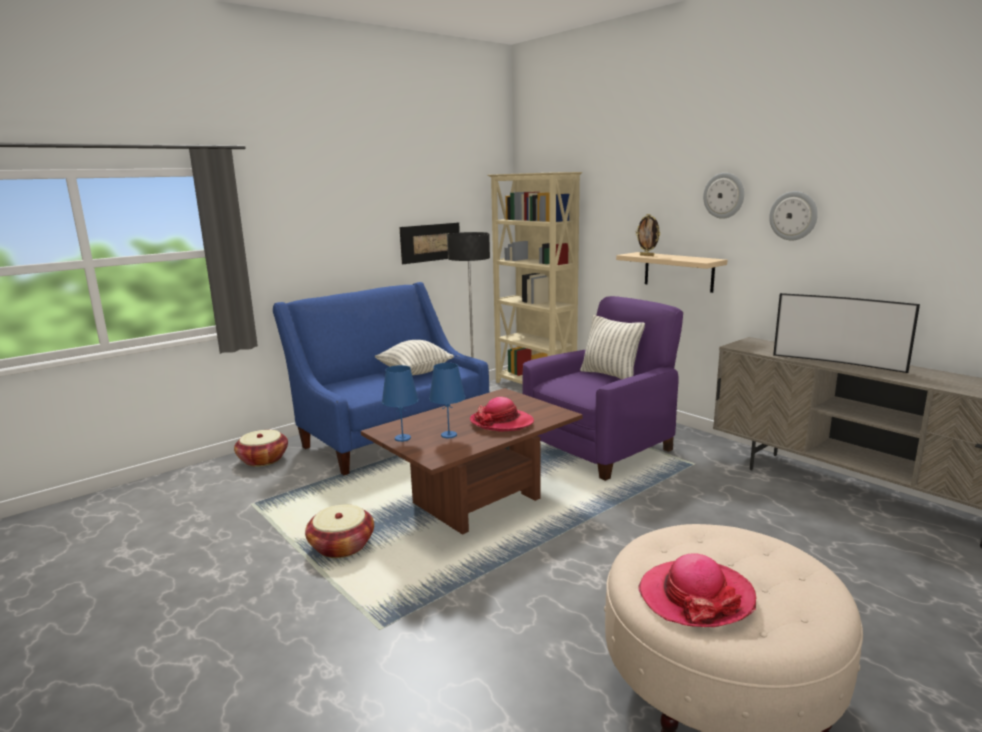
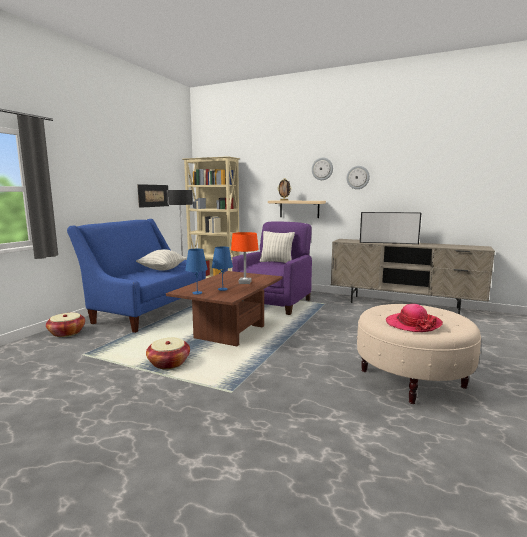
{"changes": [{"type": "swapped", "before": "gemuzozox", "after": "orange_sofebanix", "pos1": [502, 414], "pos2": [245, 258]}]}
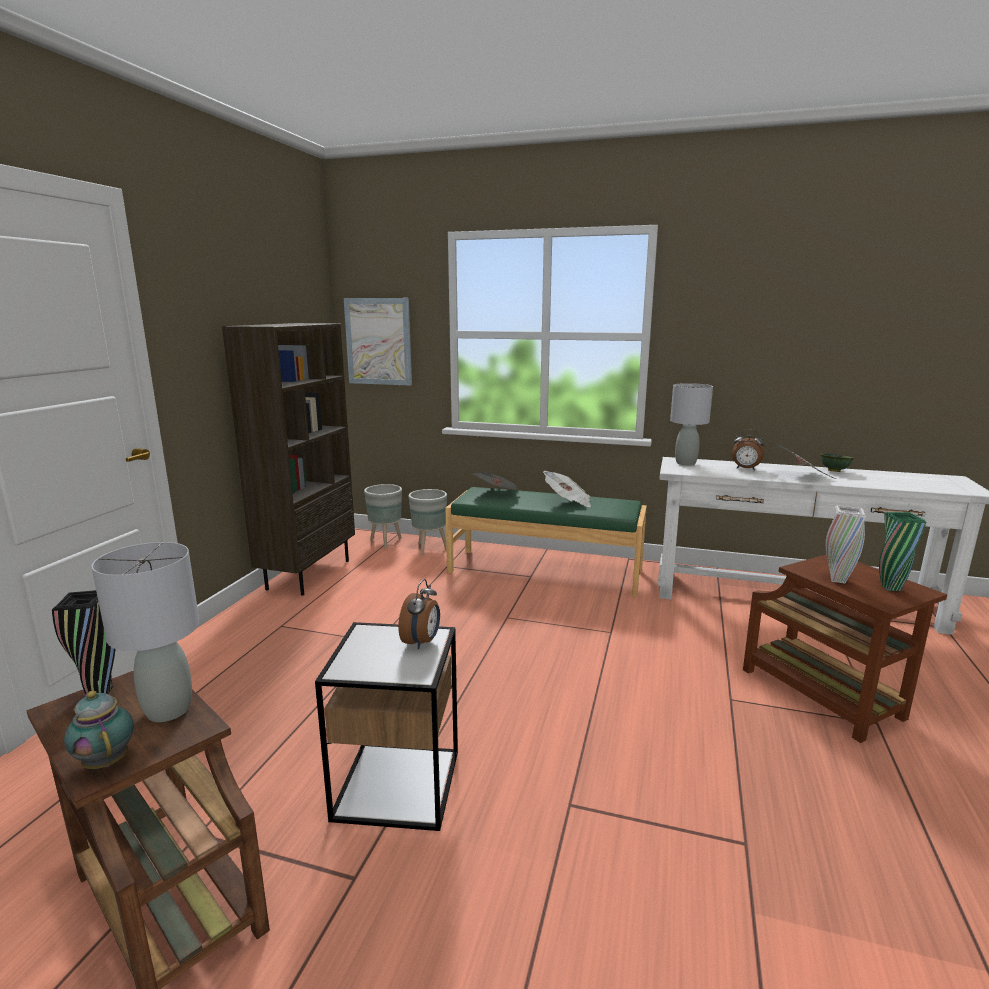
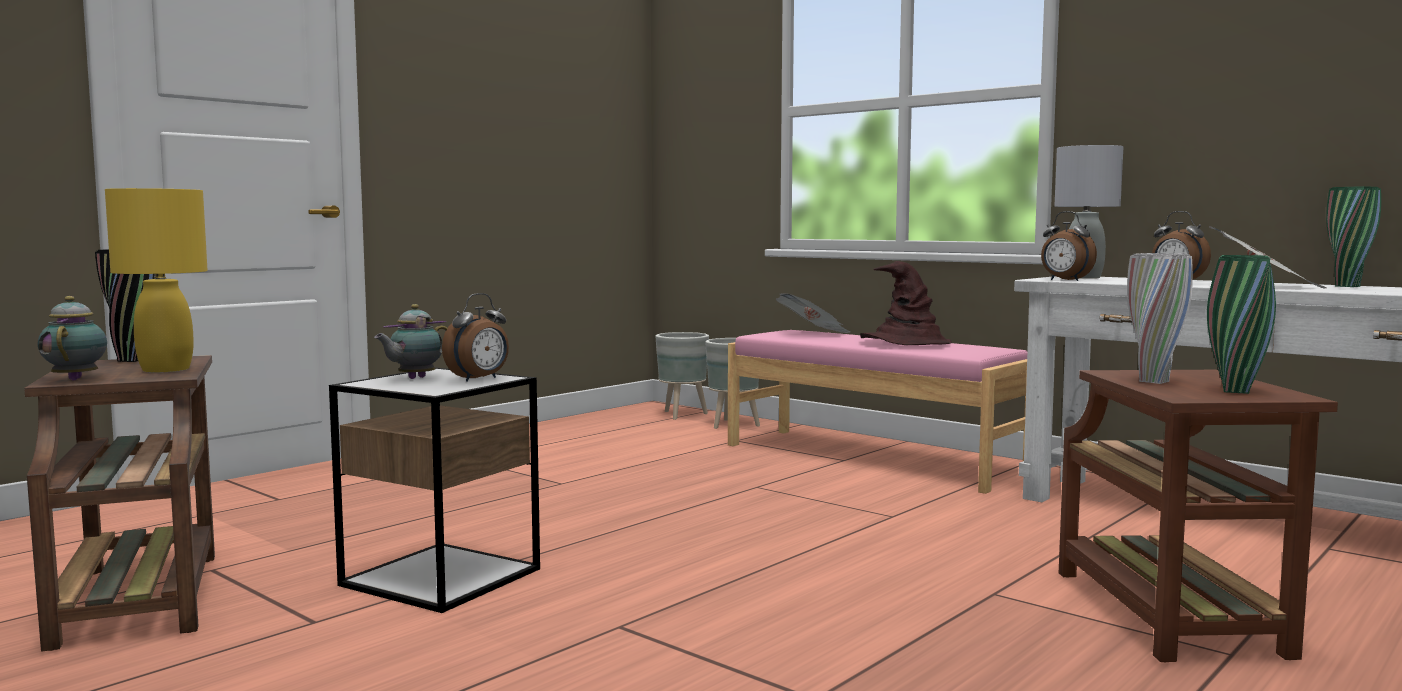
{"changes": [{"type": "gone", "before": "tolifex", "pos1": [378, 342]}, {"type": "gone", "before": "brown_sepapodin", "pos1": [288, 459]}, {"type": "swapped", "before": "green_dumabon", "after": "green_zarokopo", "pos1": [837, 463], "pos2": [1353, 236]}, {"type": "swapped", "before": "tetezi", "after": "brown_gemuzozox", "pos1": [567, 489], "pos2": [906, 303]}, {"type": "repainted", "before": "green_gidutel", "after": "pink_gidutel", "pos1": [546, 542], "pos2": [877, 412]}, {"type": "repainted", "before": "grey_sofebanix", "after": "yellow_sofebanix", "pos1": [145, 632], "pos2": [156, 280]}, {"type": "new", "after": "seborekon", "pos2": [1069, 246]}, {"type": "new", "after": "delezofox", "pos2": [410, 341]}]}
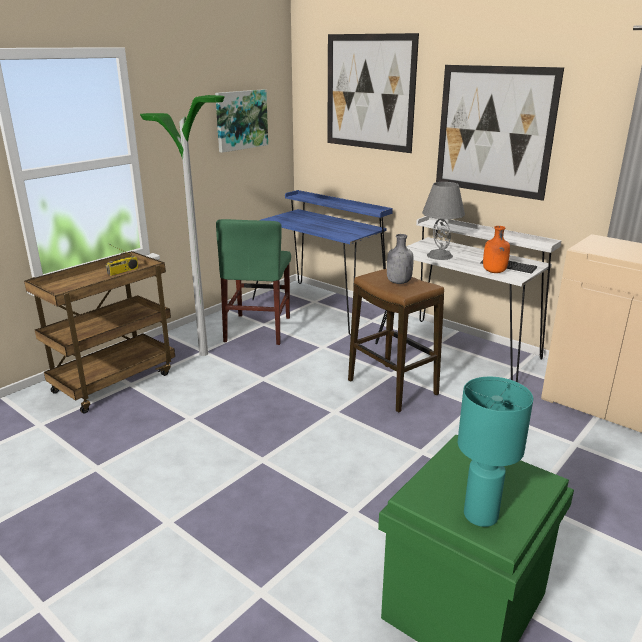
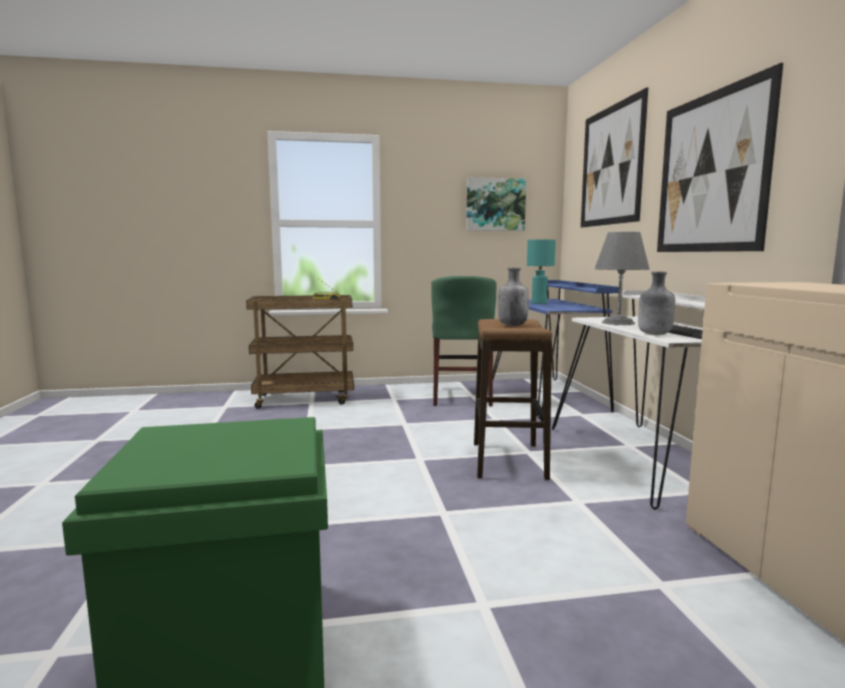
{"changes": [{"type": "gone", "before": "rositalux", "pos1": [182, 225]}, {"type": "rotated", "before": "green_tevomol", "pos1": [253, 282], "pos2": [464, 341], "turn": -45}, {"type": "repainted", "before": "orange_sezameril", "after": "grey_sezameril", "pos1": [496, 249], "pos2": [656, 303]}, {"type": "shifted", "before": "turquoise_sofebanix", "pos1": [495, 452], "pos2": [541, 271]}]}
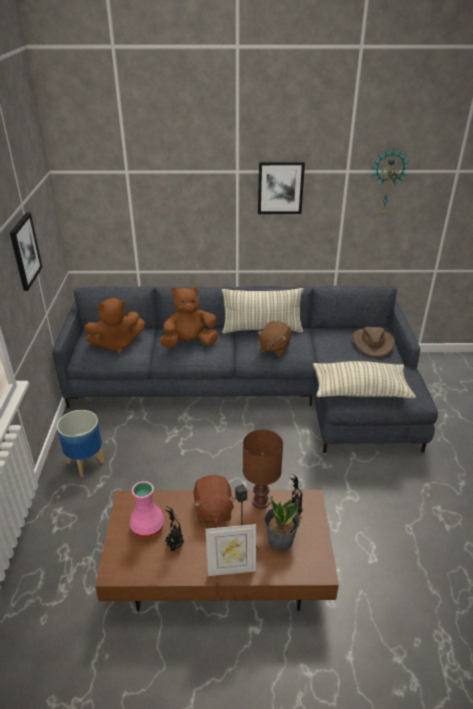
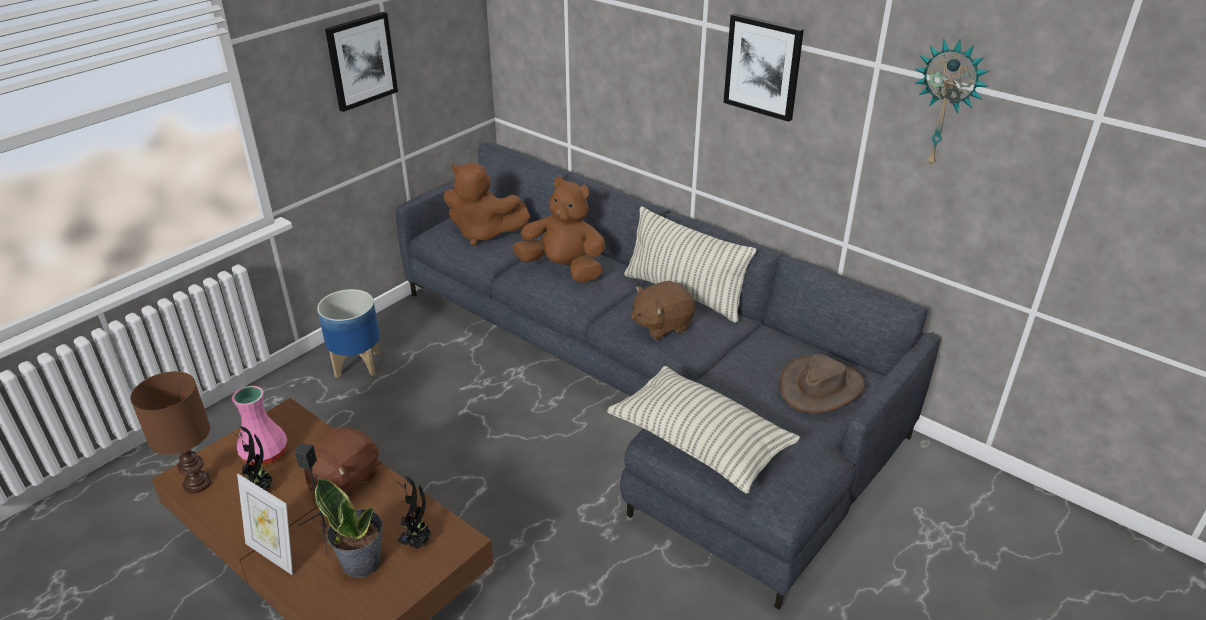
{"changes": [{"type": "shifted", "before": "brown_sofebanix", "pos1": [263, 469], "pos2": [171, 432]}]}
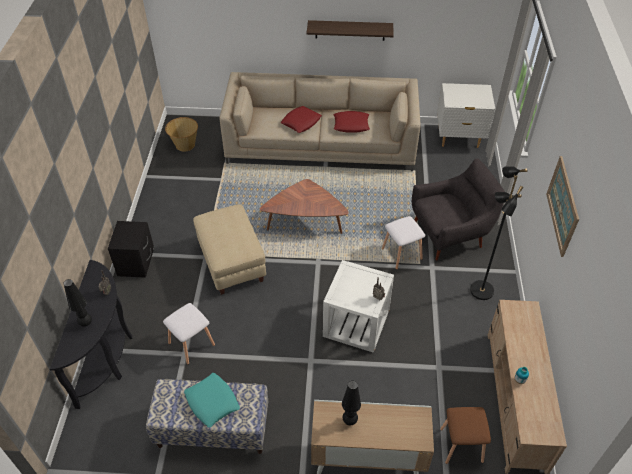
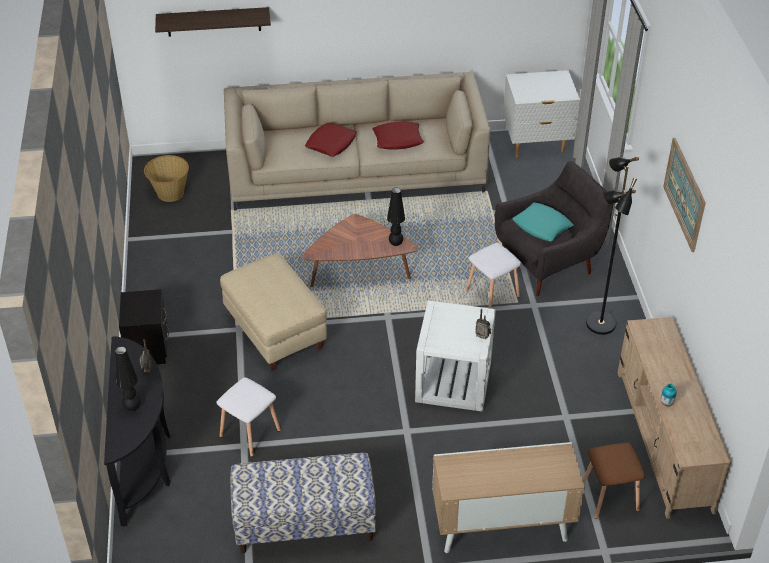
{"changes": [{"type": "shifted", "before": "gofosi", "pos1": [350, 30], "pos2": [213, 22]}, {"type": "shifted", "before": "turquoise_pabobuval", "pos1": [212, 400], "pos2": [543, 222]}, {"type": "shifted", "before": "black_sofebanix", "pos1": [351, 403], "pos2": [396, 217]}]}
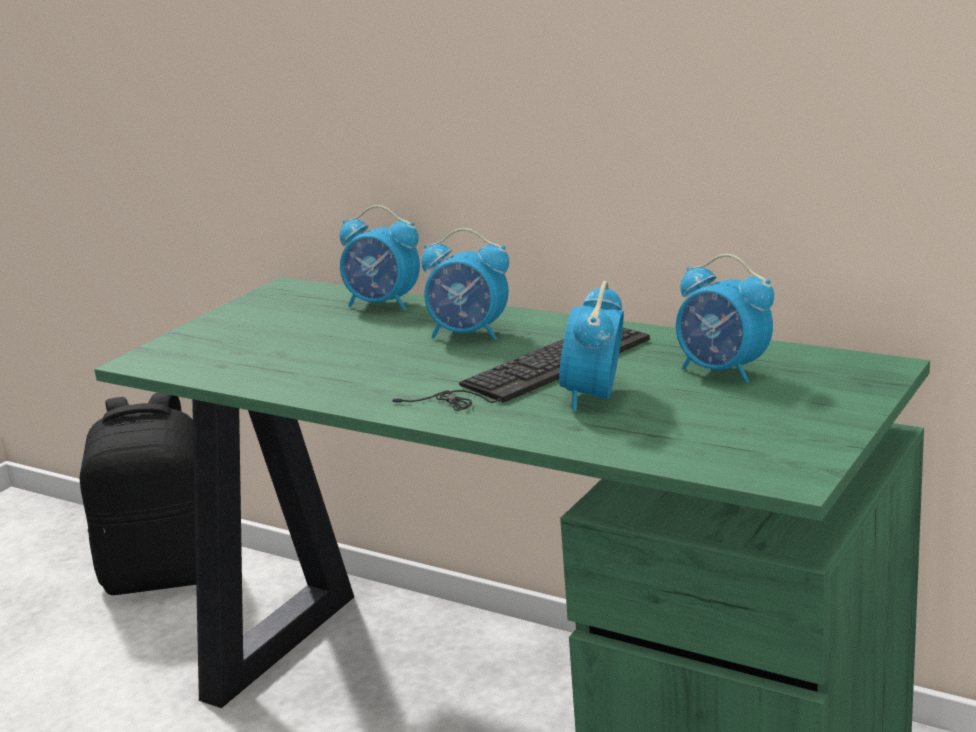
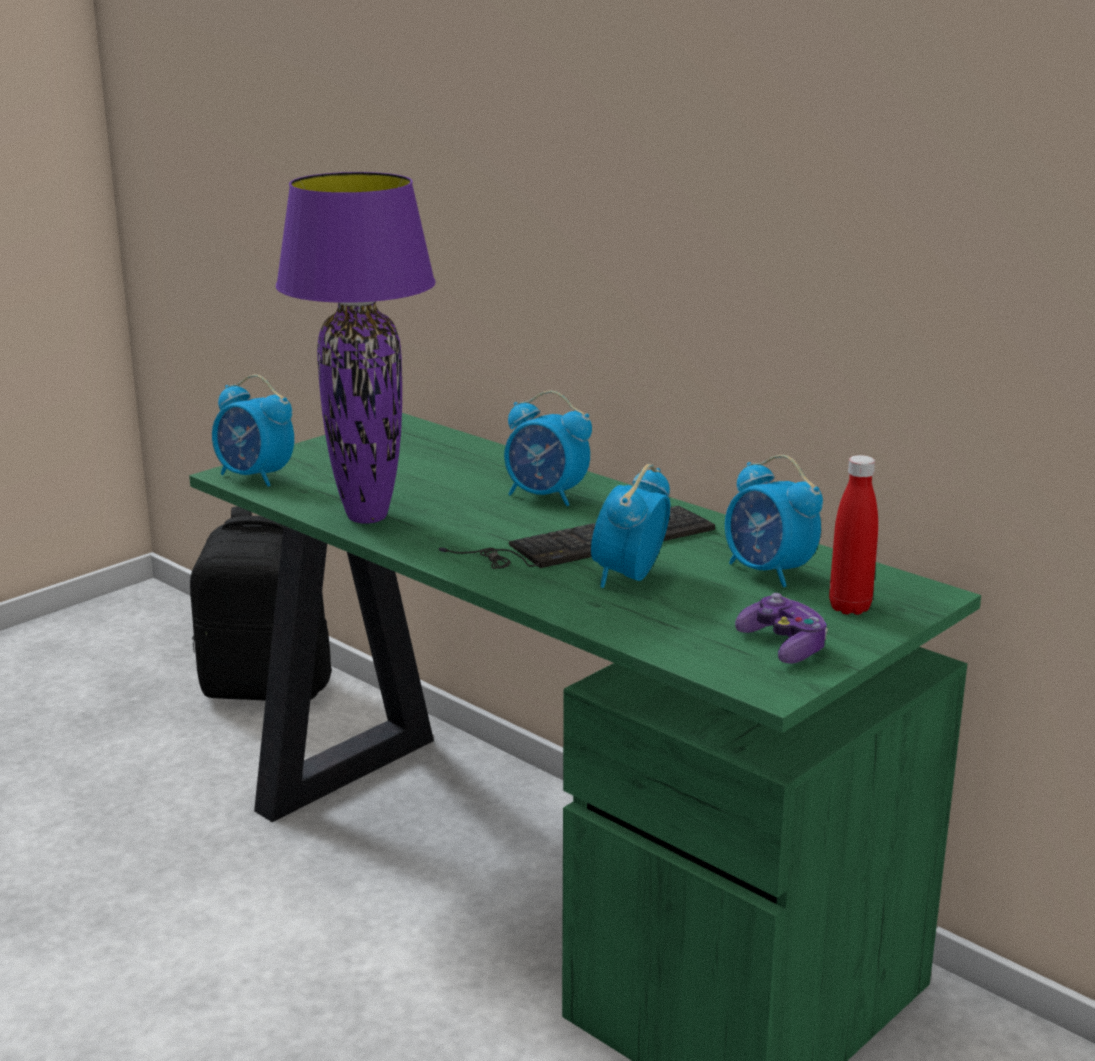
{"changes": [{"type": "shifted", "before": "seborekon", "pos1": [379, 257], "pos2": [253, 431]}, {"type": "new", "after": "purple_sofebanix", "pos2": [356, 347]}, {"type": "new", "after": "red_sezameril", "pos2": [853, 535]}, {"type": "new", "after": "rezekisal", "pos2": [781, 628]}]}
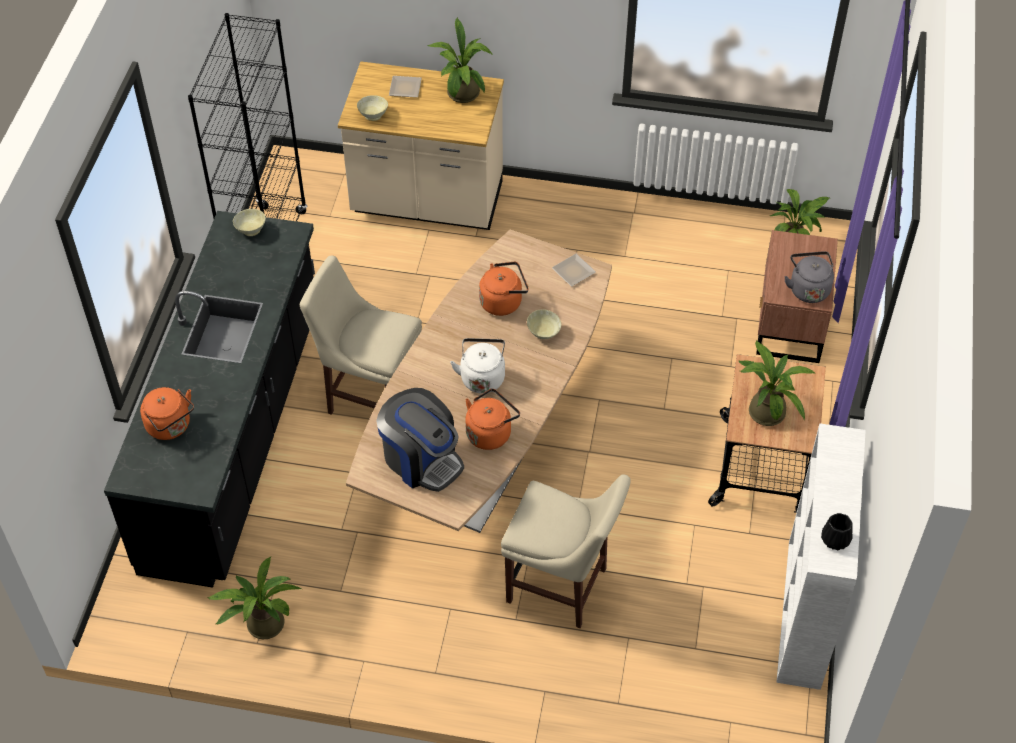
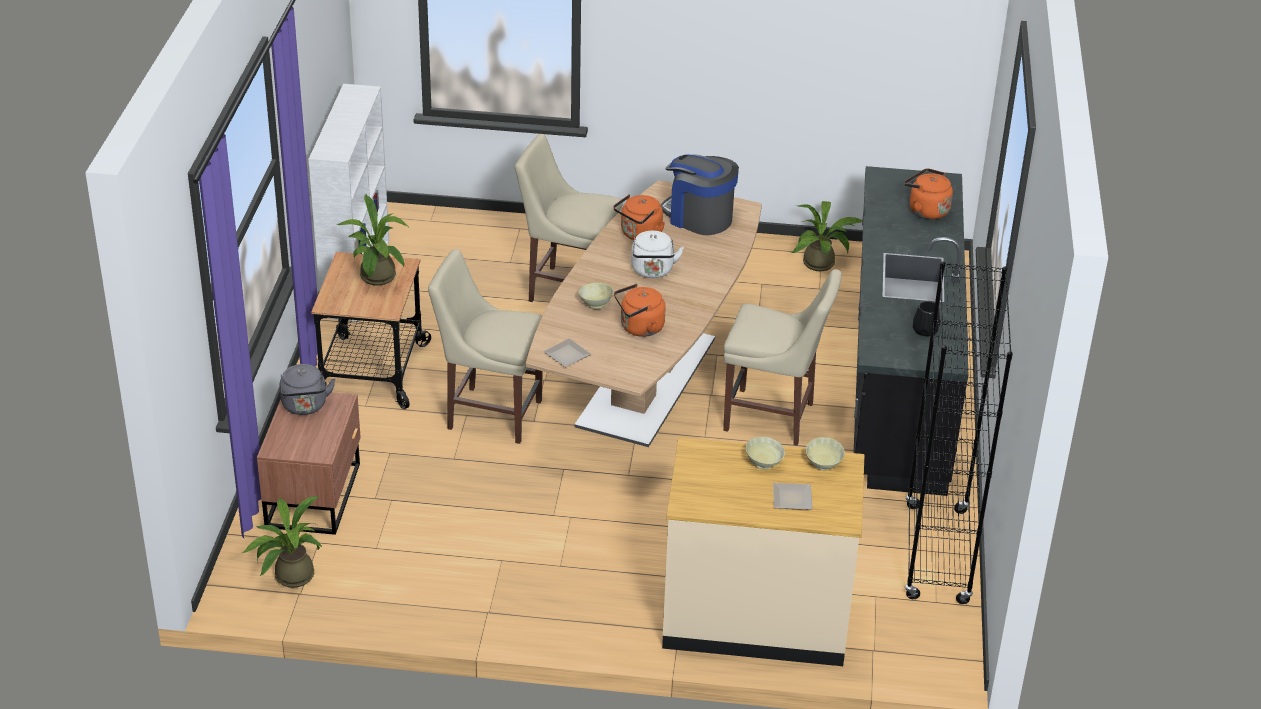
{"changes": [{"type": "gone", "before": "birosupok", "pos1": [460, 60]}, {"type": "shifted", "before": "beige_dumabon", "pos1": [249, 222], "pos2": [765, 452]}, {"type": "shifted", "before": "black_zarokopo", "pos1": [837, 532], "pos2": [926, 319]}, {"type": "new", "after": "beige_tevomol", "pos2": [485, 346]}]}
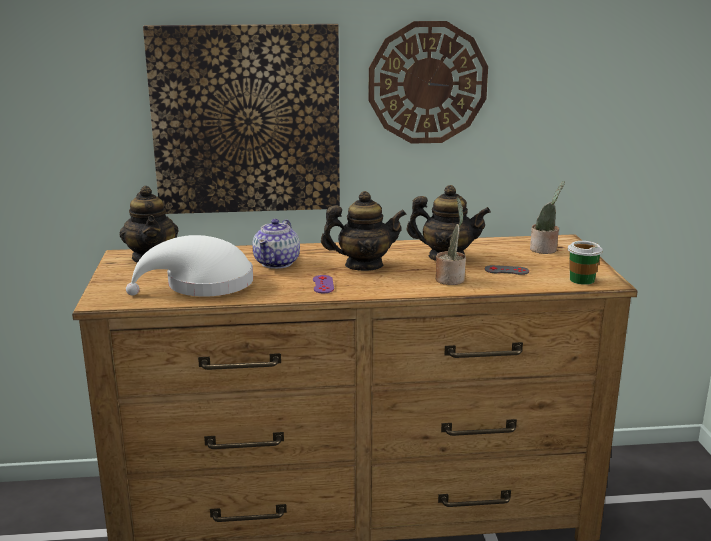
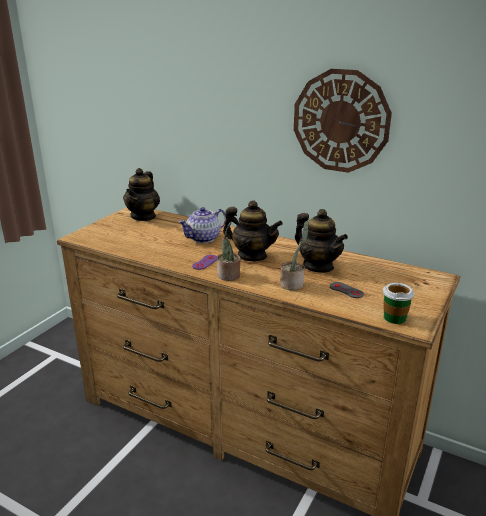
{"changes": [{"type": "gone", "before": "tolifex", "pos1": [241, 119]}, {"type": "shifted", "before": "birosupok", "pos1": [547, 217], "pos2": [229, 251]}, {"type": "gone", "before": "white_gemuzozox", "pos1": [189, 266]}]}
